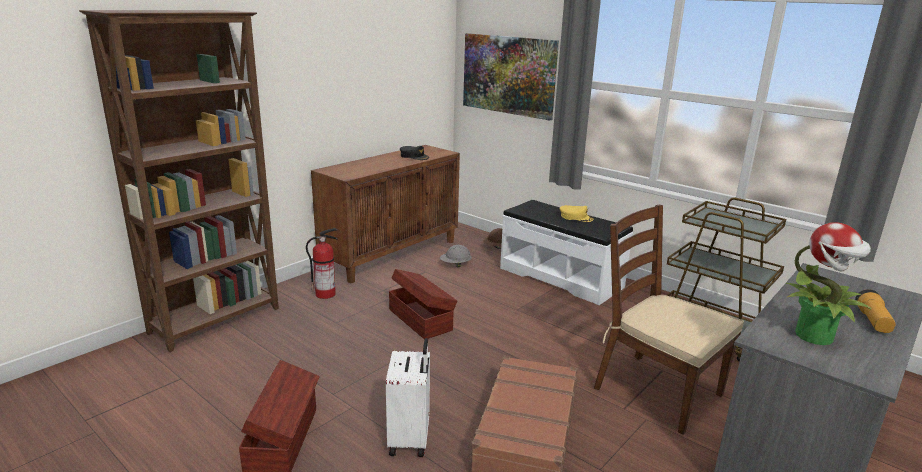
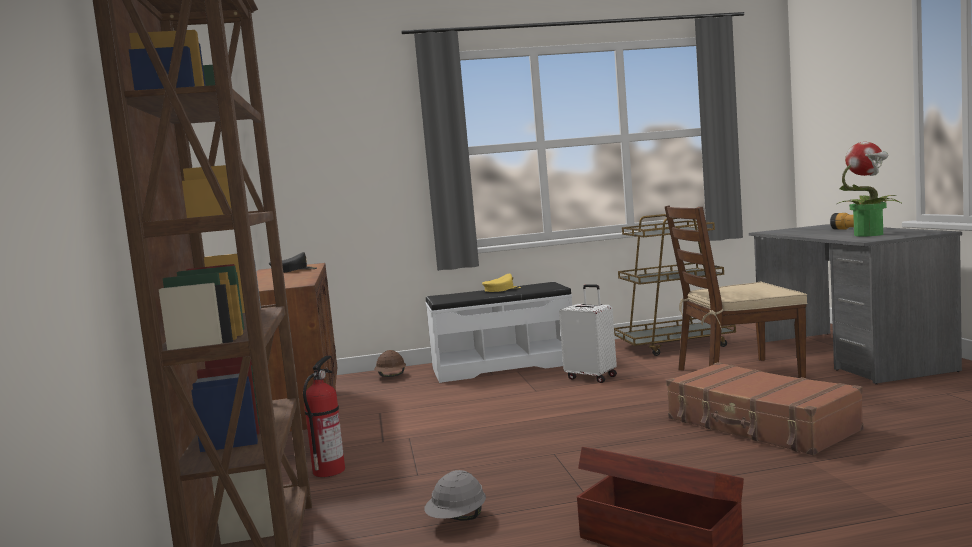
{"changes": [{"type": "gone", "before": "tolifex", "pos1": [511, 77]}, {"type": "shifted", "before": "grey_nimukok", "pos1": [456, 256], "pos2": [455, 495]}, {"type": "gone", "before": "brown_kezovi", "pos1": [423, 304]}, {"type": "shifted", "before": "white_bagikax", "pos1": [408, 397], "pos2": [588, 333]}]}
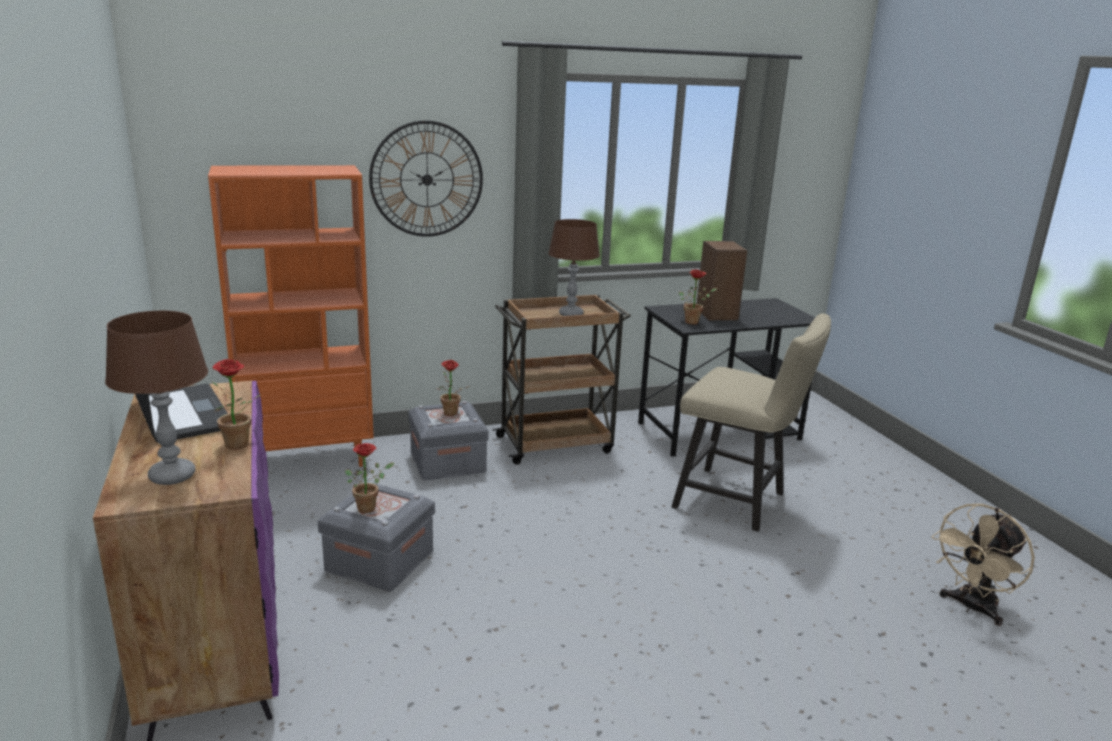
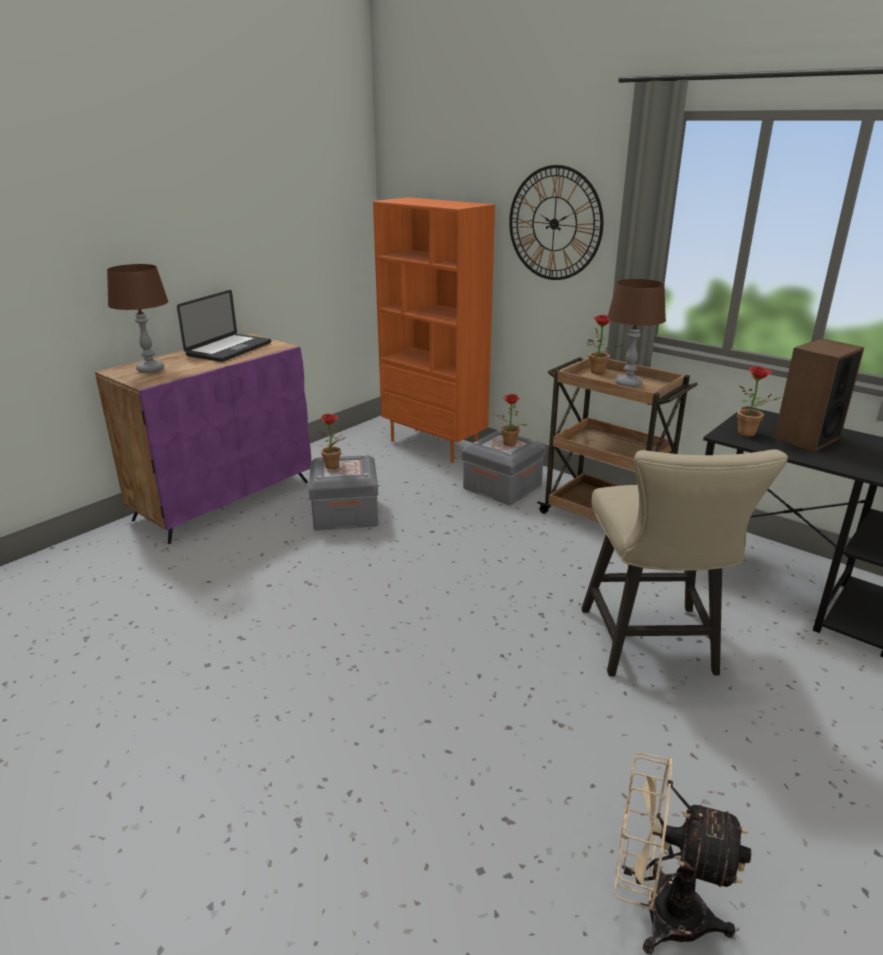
{"changes": [{"type": "shifted", "before": "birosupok", "pos1": [236, 404], "pos2": [604, 344]}]}
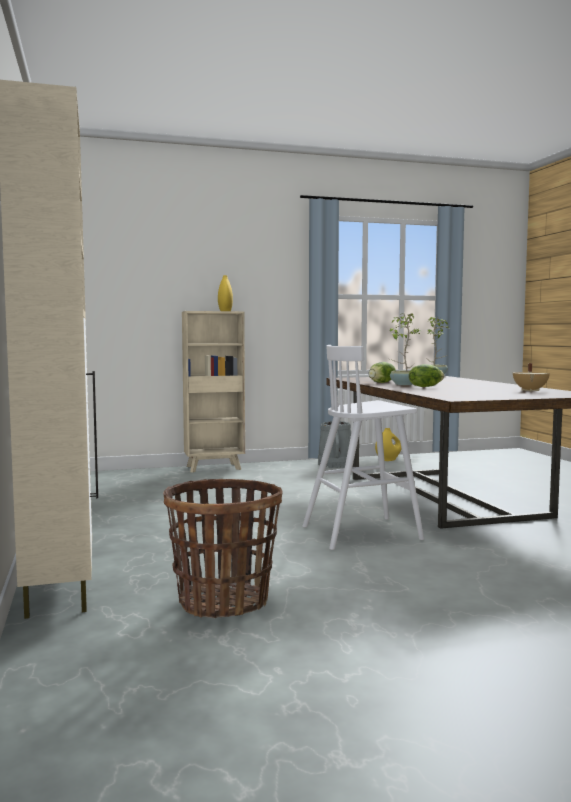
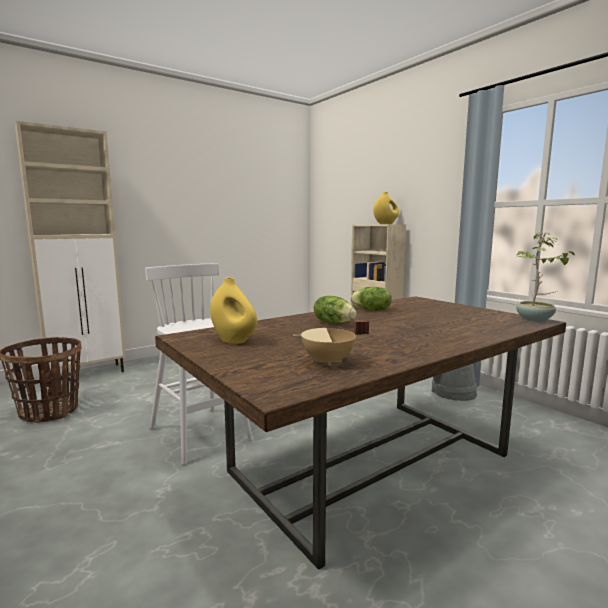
{"changes": [{"type": "gone", "before": "birosupok", "pos1": [406, 349]}, {"type": "shifted", "before": "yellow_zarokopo", "pos1": [388, 444], "pos2": [233, 310]}]}
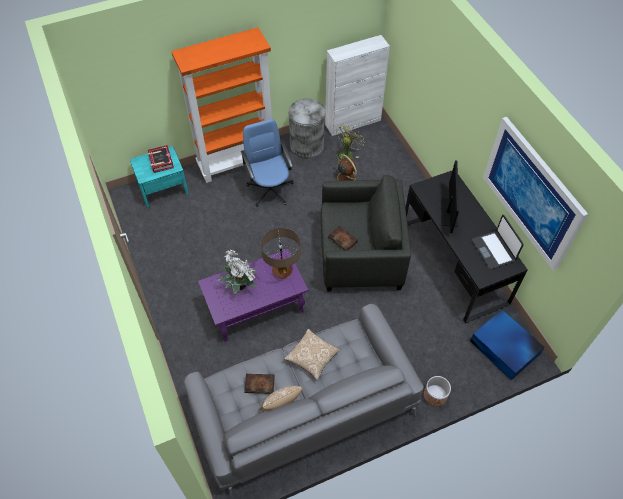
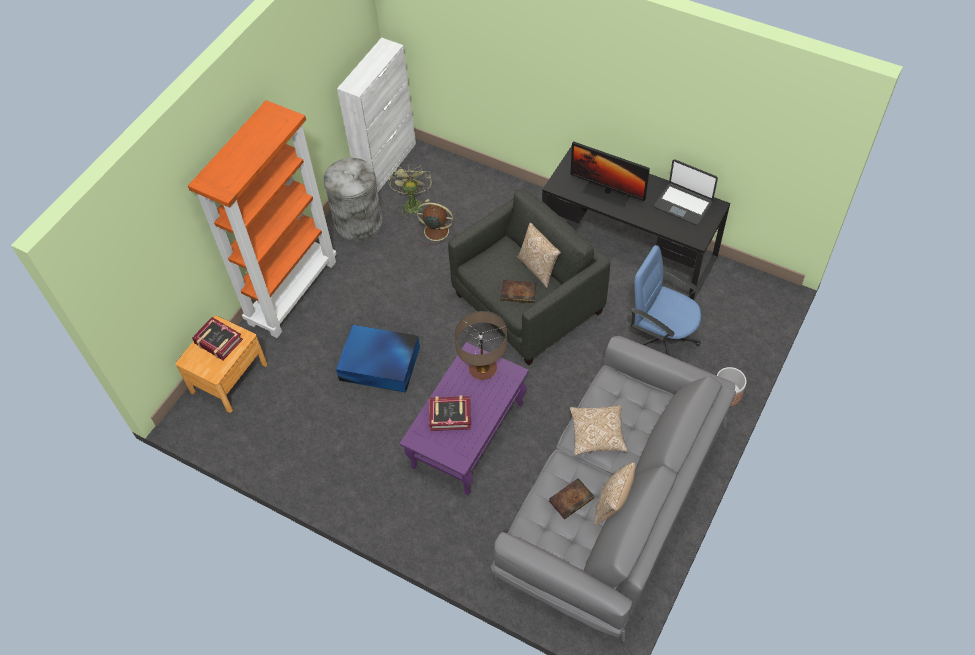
{"changes": [{"type": "gone", "before": "tolifex", "pos1": [535, 193]}, {"type": "shifted", "before": "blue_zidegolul", "pos1": [267, 163], "pos2": [666, 300]}, {"type": "repainted", "before": "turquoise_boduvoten", "after": "brown_boduvoten", "pos1": [159, 176], "pos2": [222, 364]}, {"type": "rotated", "before": "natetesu", "pos1": [450, 197], "pos2": [610, 174], "turn": 150}, {"type": "swapped", "before": "birosupok", "after": "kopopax", "pos1": [236, 272], "pos2": [450, 413]}, {"type": "shifted", "before": "blue_kezovi", "pos1": [507, 344], "pos2": [378, 358]}, {"type": "new", "after": "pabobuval", "pos2": [539, 255]}]}
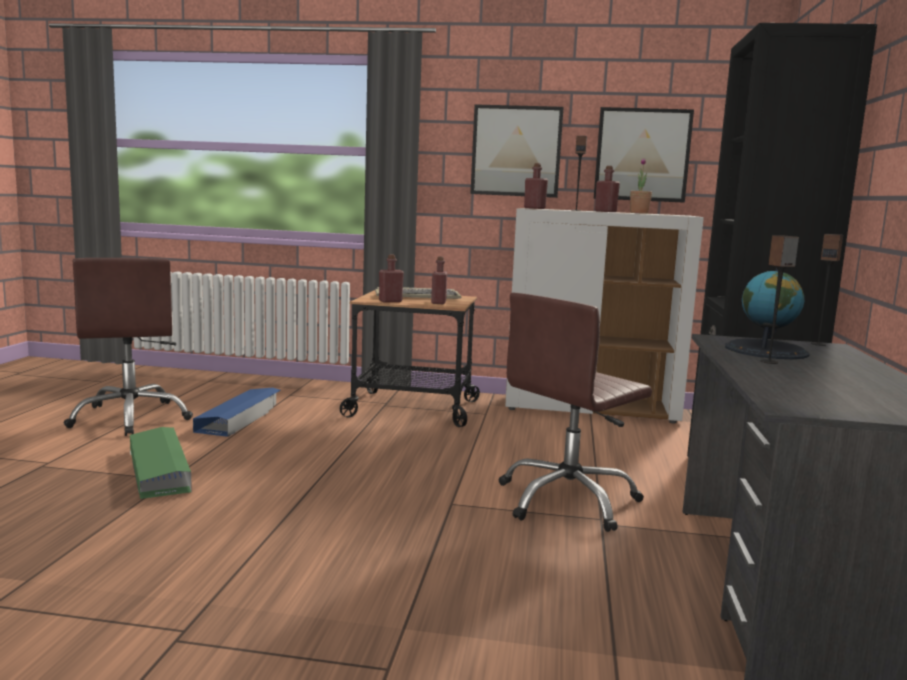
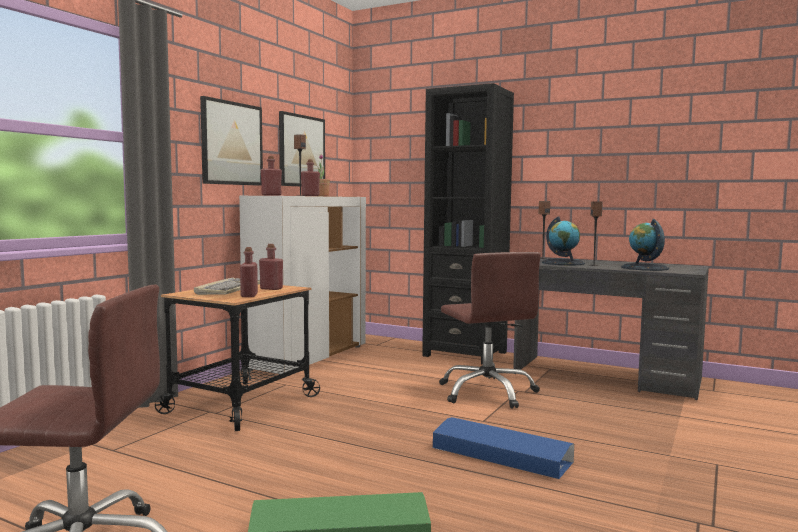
{"changes": [{"type": "shifted", "before": "blue_kezovi", "pos1": [237, 412], "pos2": [503, 448]}, {"type": "new", "after": "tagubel", "pos2": [645, 245]}]}
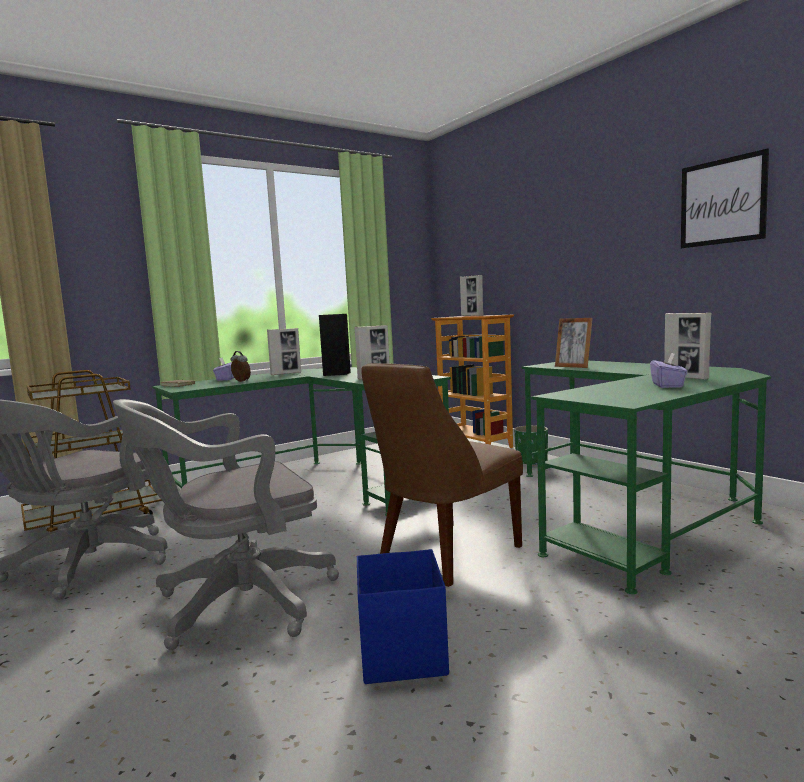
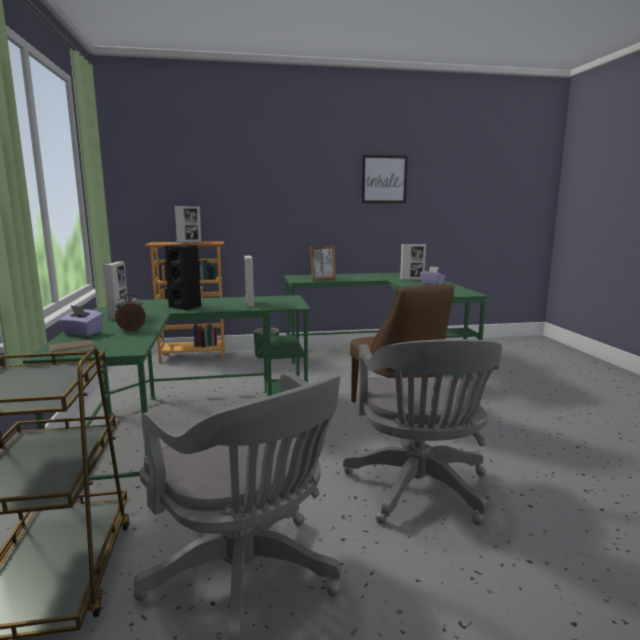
{"changes": [{"type": "gone", "before": "blue_kezovi", "pos1": [403, 616]}]}
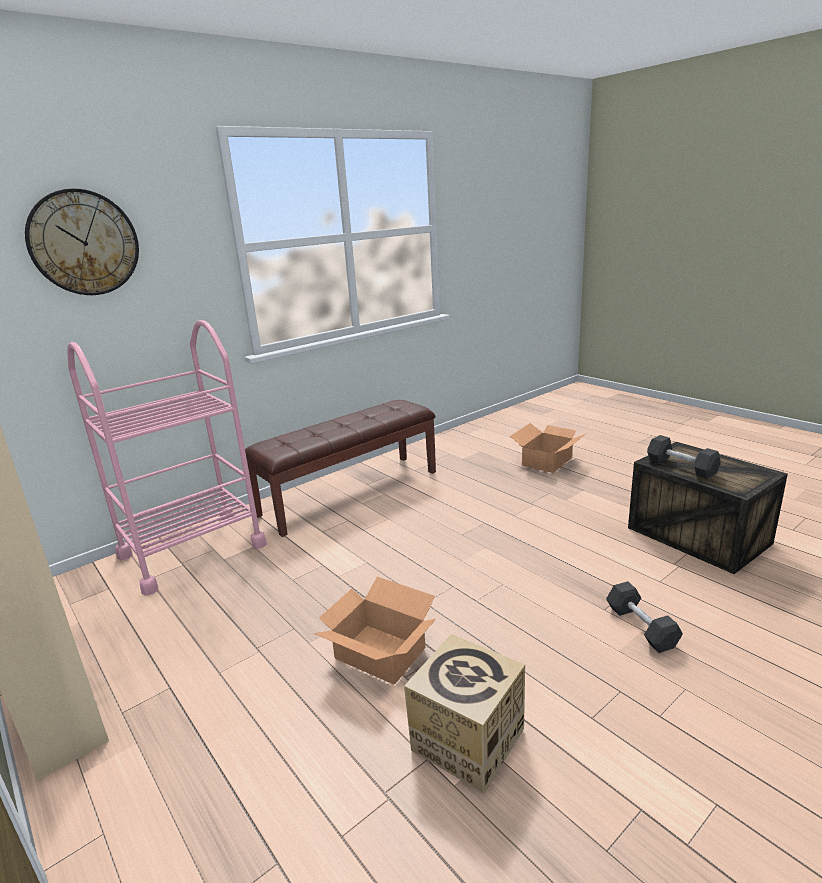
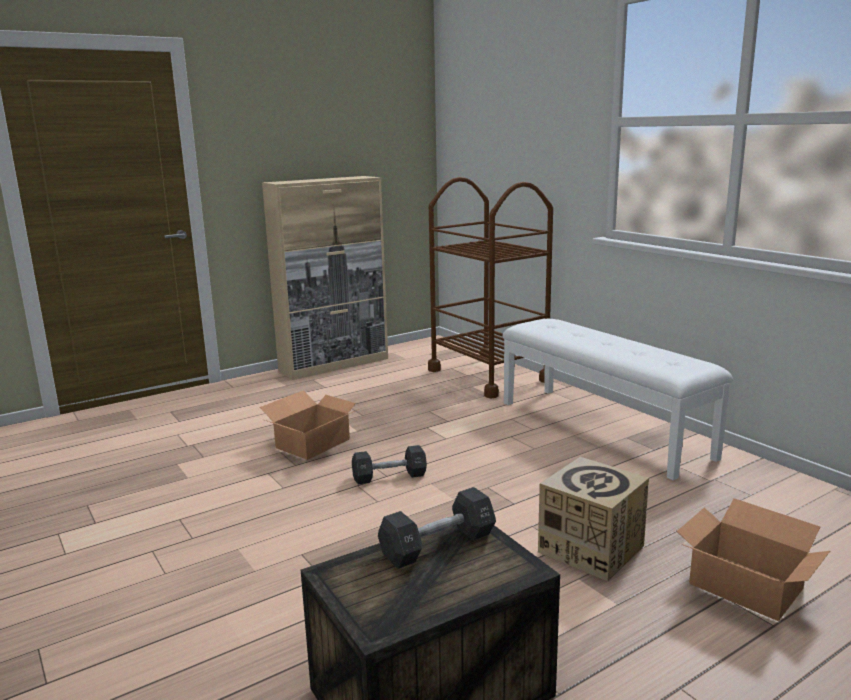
{"changes": [{"type": "gone", "before": "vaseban", "pos1": [82, 242]}, {"type": "repainted", "before": "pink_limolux", "after": "brown_limolux", "pos1": [167, 458], "pos2": [490, 288]}, {"type": "repainted", "before": "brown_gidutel", "after": "white_gidutel", "pos1": [340, 468], "pos2": [617, 399]}, {"type": "shifted", "before": "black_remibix", "pos1": [644, 617], "pos2": [389, 464]}, {"type": "shifted", "before": "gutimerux", "pos1": [464, 713], "pos2": [593, 519]}]}
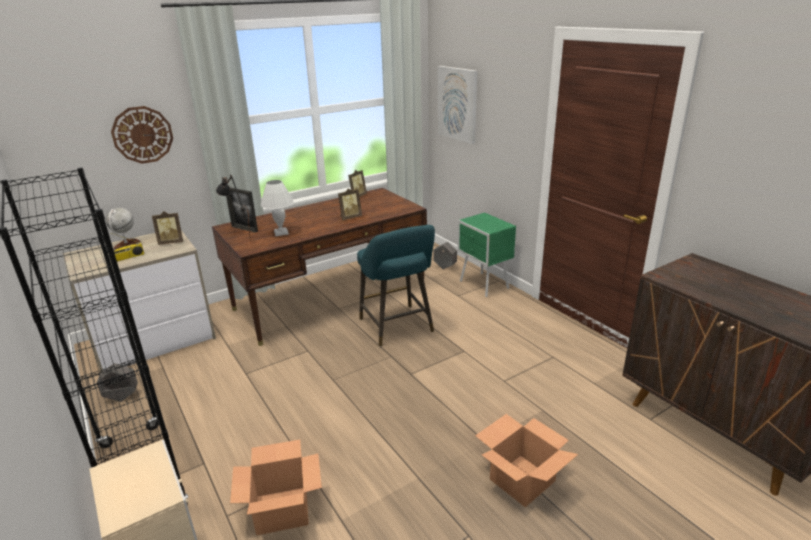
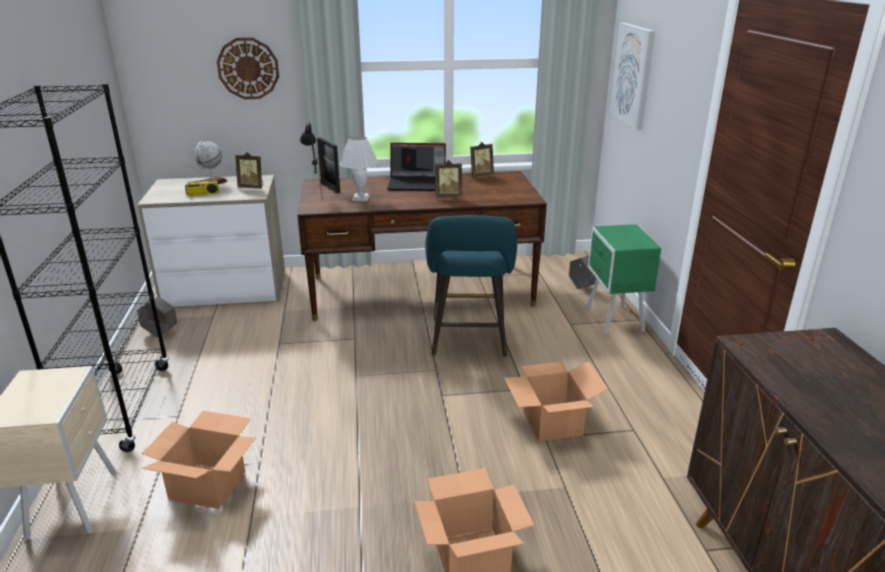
{"changes": [{"type": "new", "after": "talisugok", "pos2": [416, 167]}, {"type": "new", "after": "gutimerux", "pos2": [556, 401]}]}
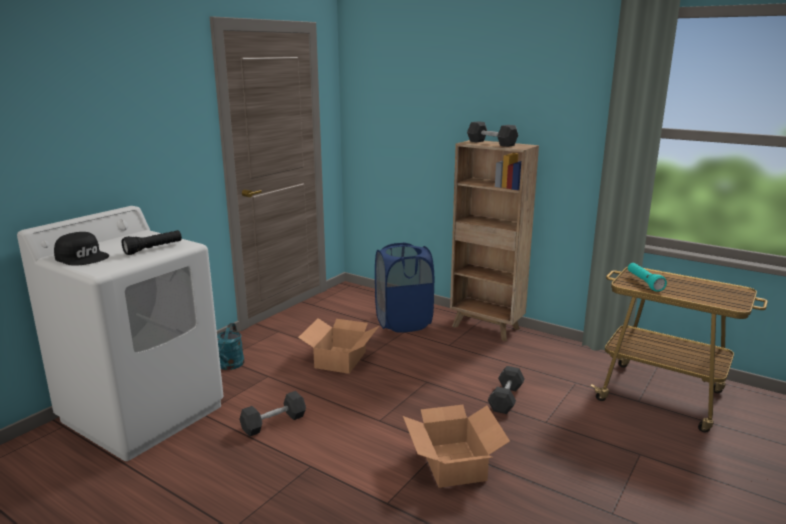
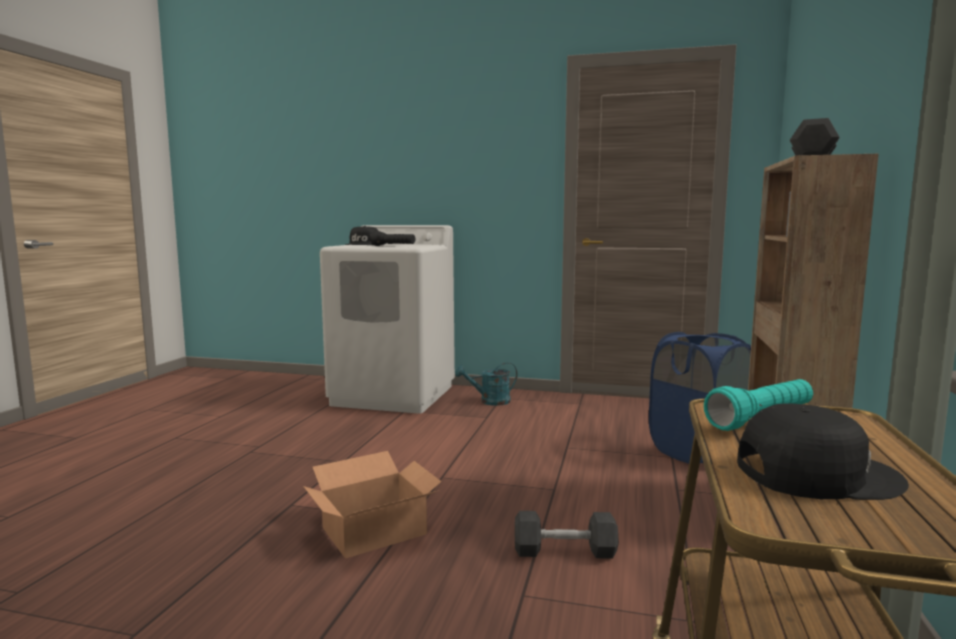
{"changes": [{"type": "gone", "before": "gutimerux", "pos1": [338, 346]}, {"type": "gone", "before": "black_remibix", "pos1": [273, 413]}, {"type": "new", "after": "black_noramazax", "pos2": [823, 451]}]}
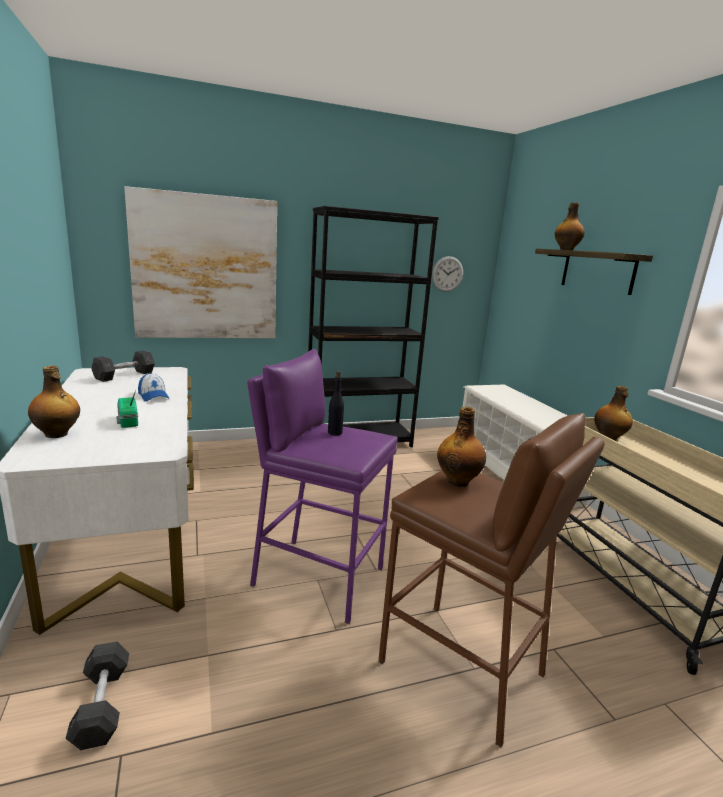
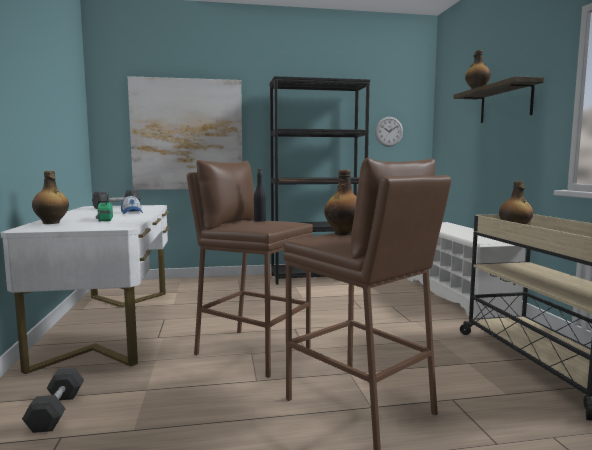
{"changes": [{"type": "repainted", "before": "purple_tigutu", "after": "brown_tigutu", "pos1": [322, 486], "pos2": [250, 269]}]}
